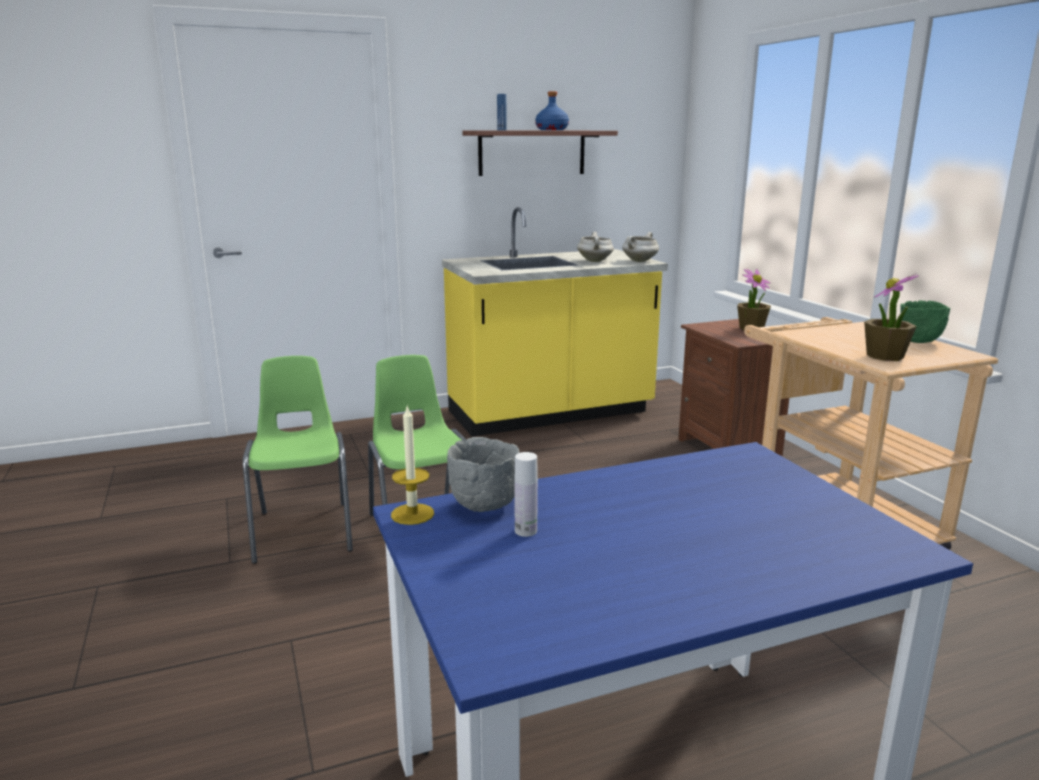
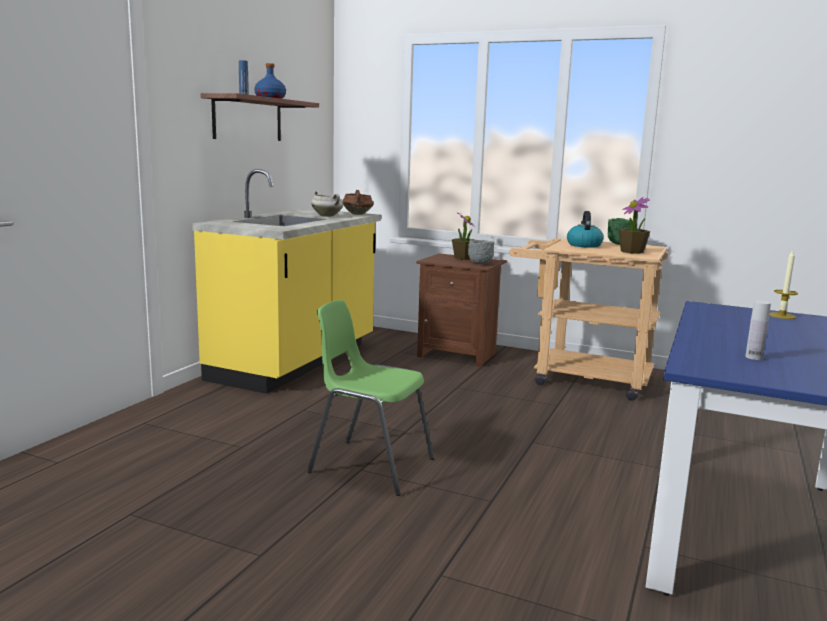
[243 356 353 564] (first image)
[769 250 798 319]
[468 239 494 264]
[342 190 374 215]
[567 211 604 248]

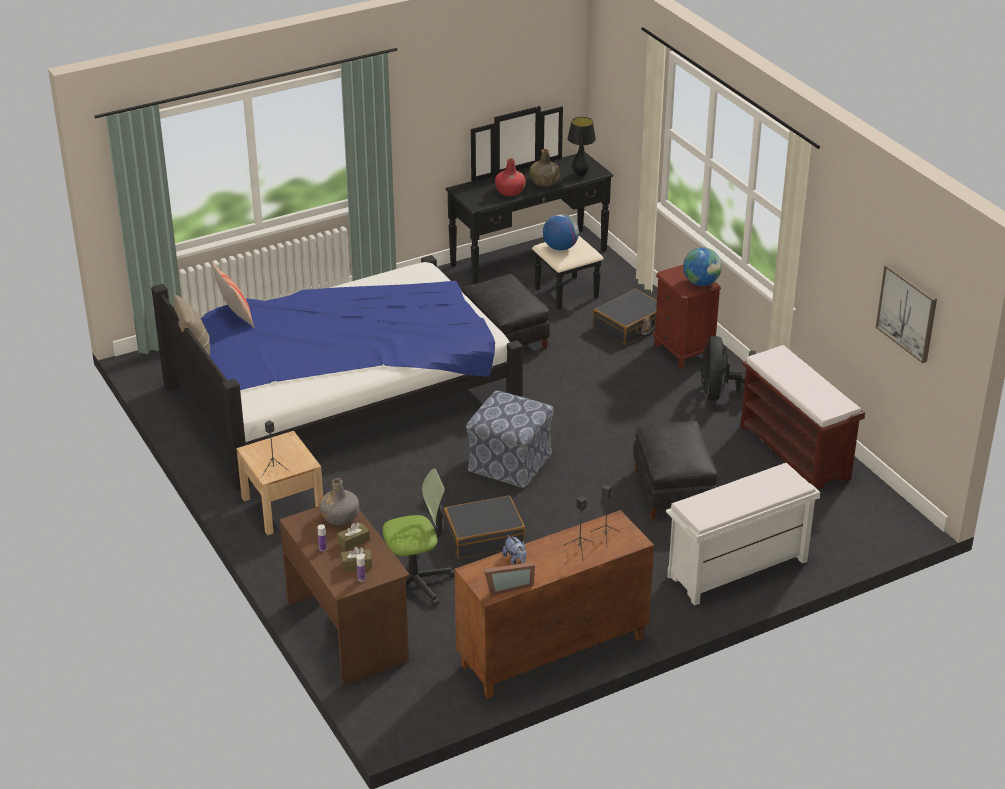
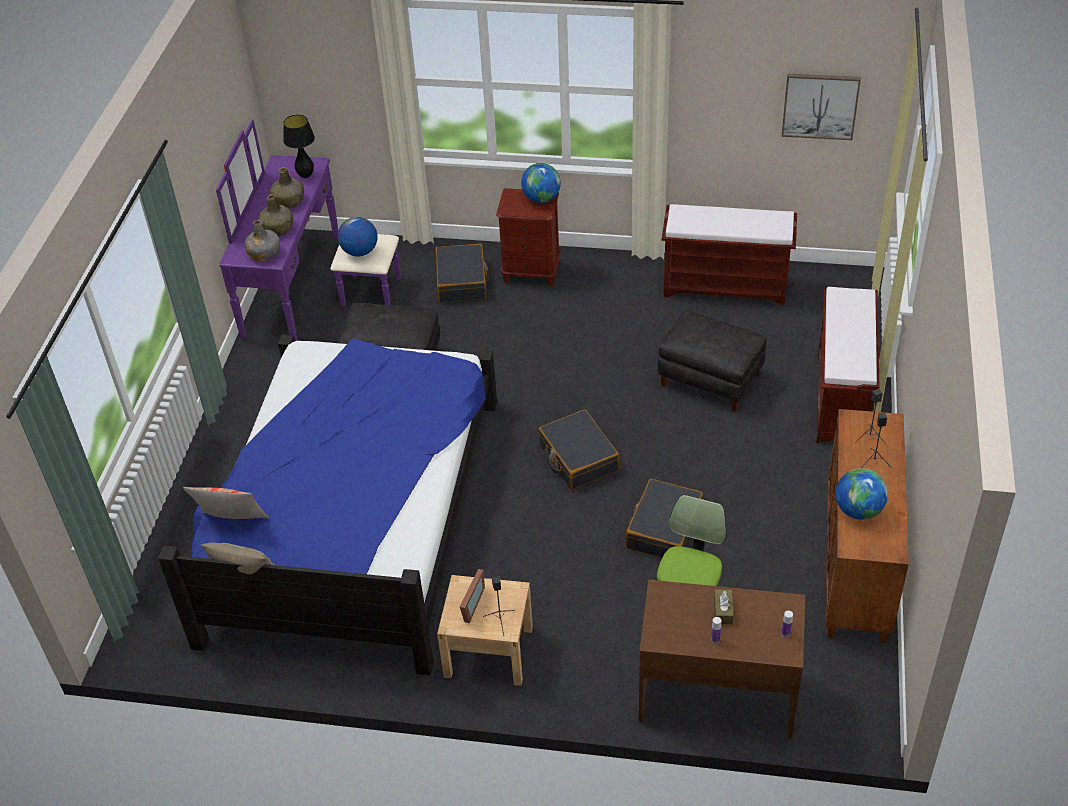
[244 220 280 261]
[341 547 372 572] (first image)
[216 120 401 341]
[538 409 619 490]
[460 569 485 623]
[258 194 293 236]
[835 468 888 520]
[816 287 879 444]
[700 336 756 401] (first image)

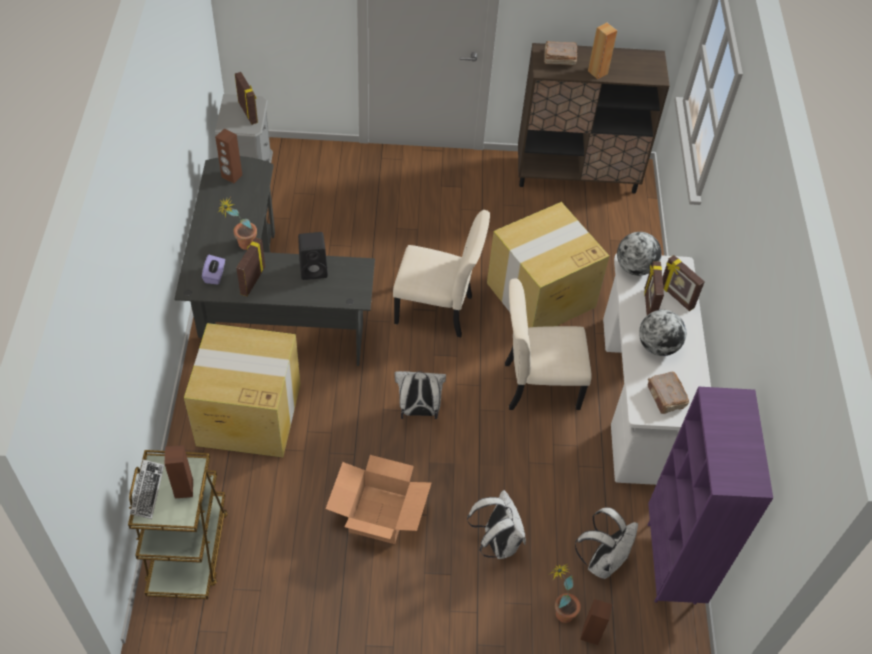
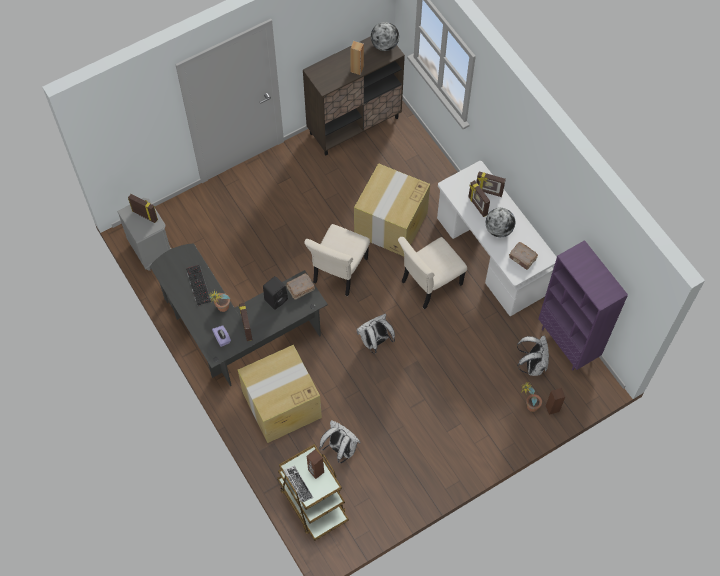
[215 129 242 183] (first image)
[326 455 432 544] (first image)
[304 224 370 296]
[319 420 361 463]
[286 273 315 299]
[371 22 399 51]
[186 265 211 305]

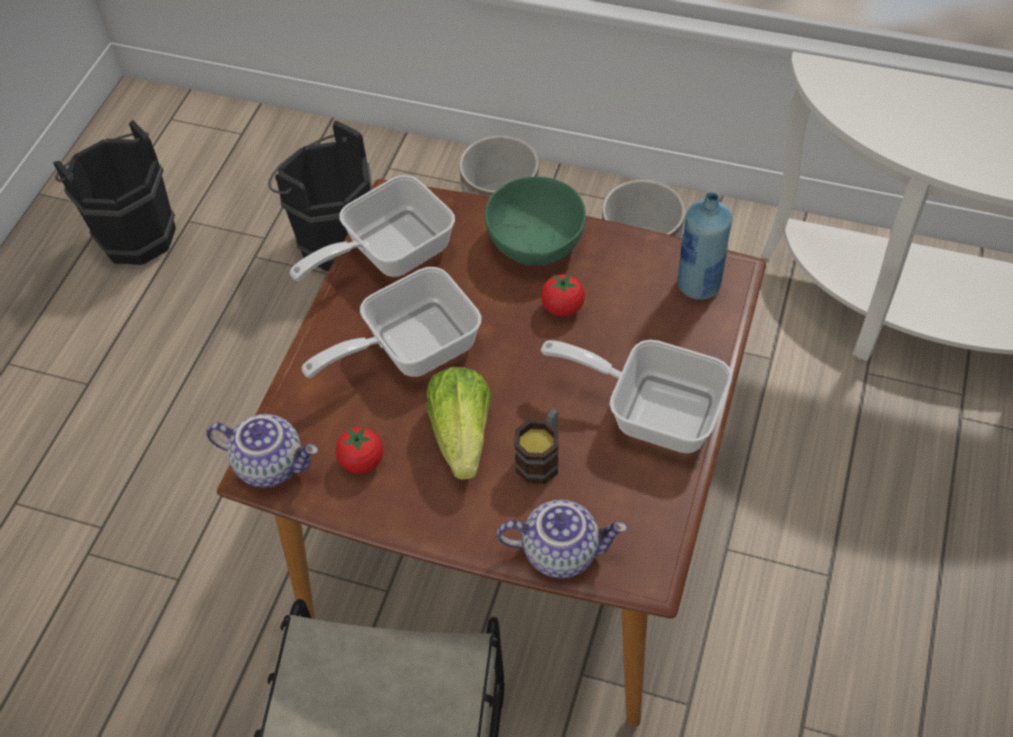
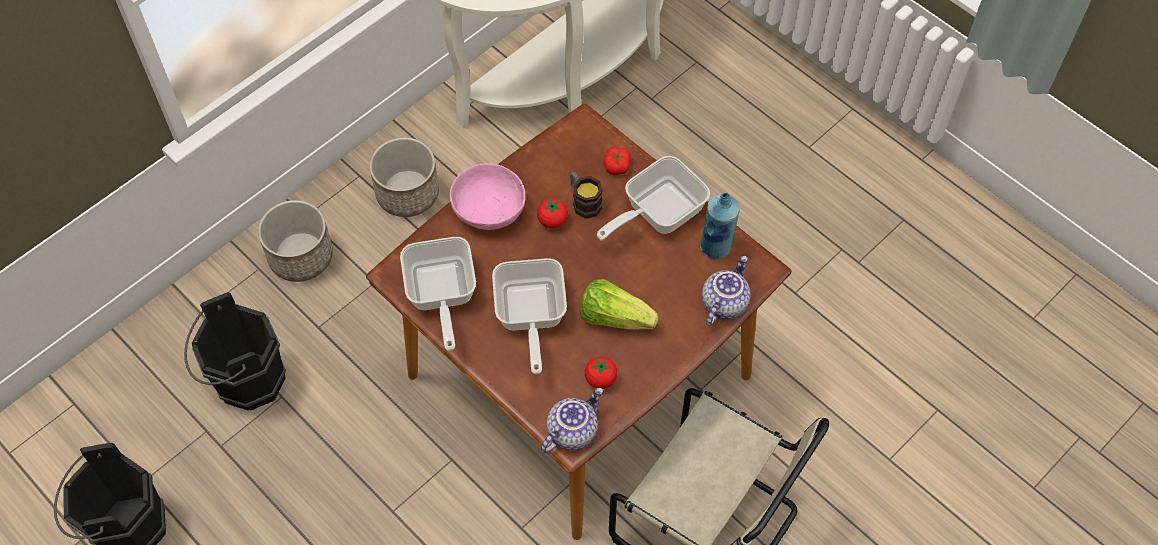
[449 163 526 230]
[570 172 603 219]
[700 193 740 259]
[603 146 631 175]

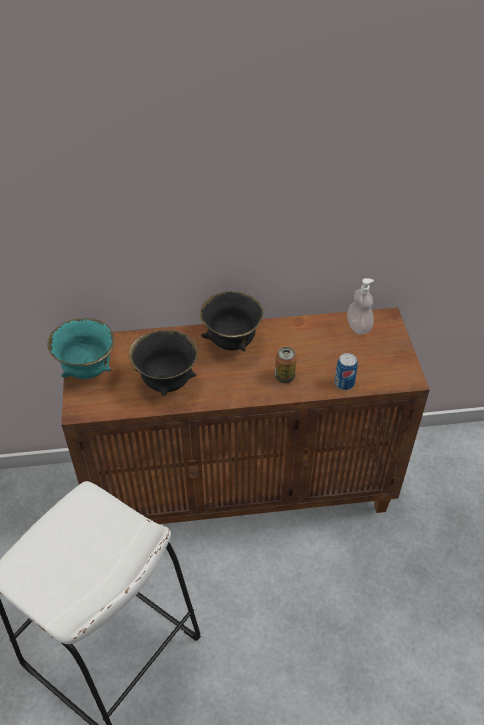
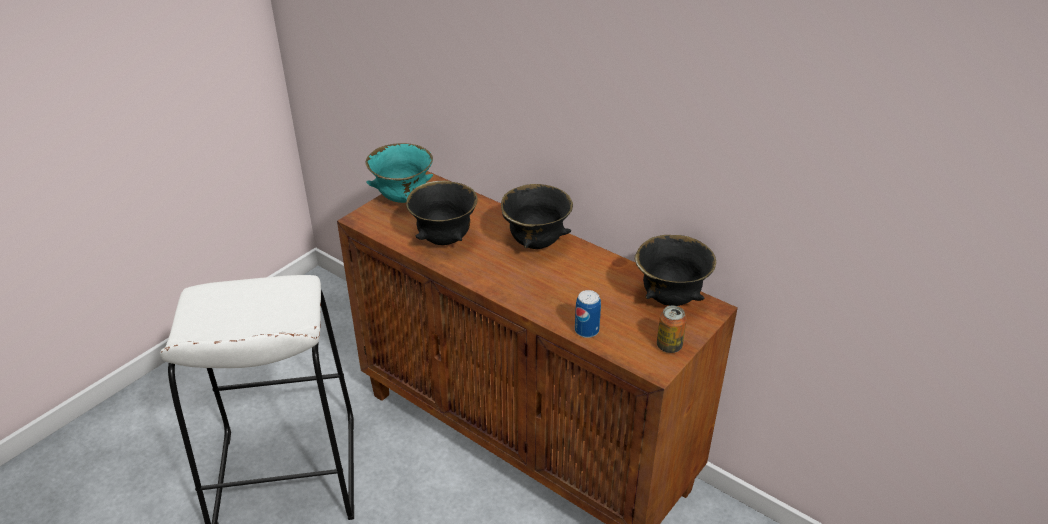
[657 306 687 353]
[635 235 716 306]

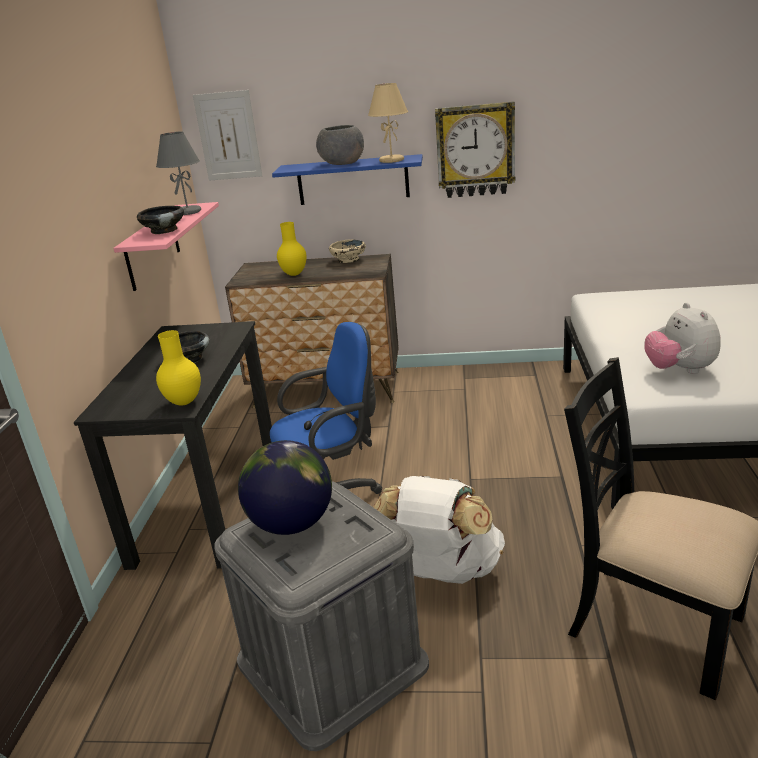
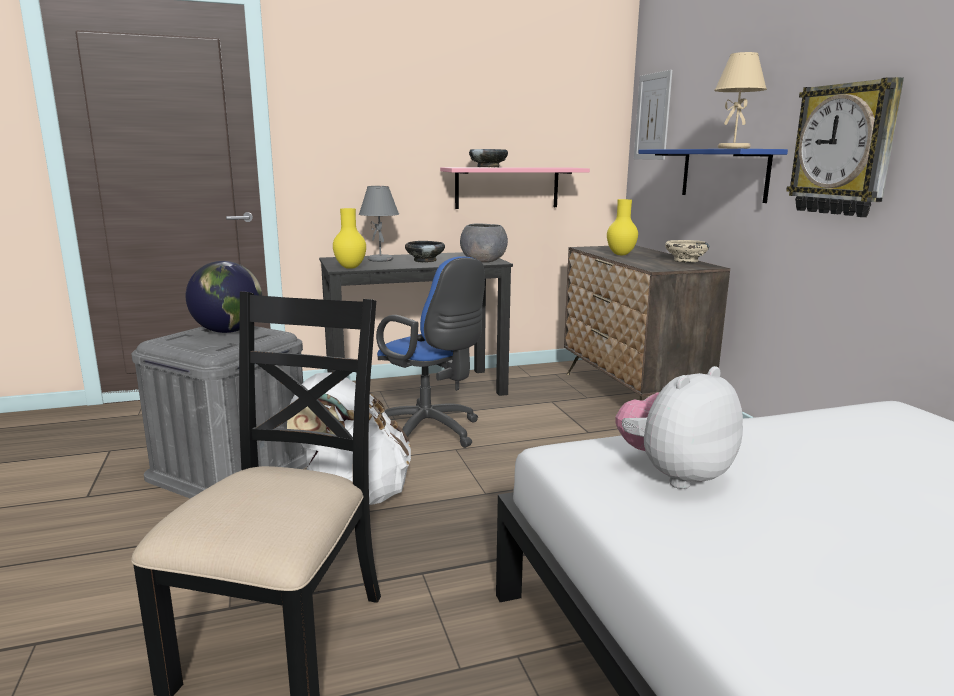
[359 186 399 262]
[460 223 508 263]

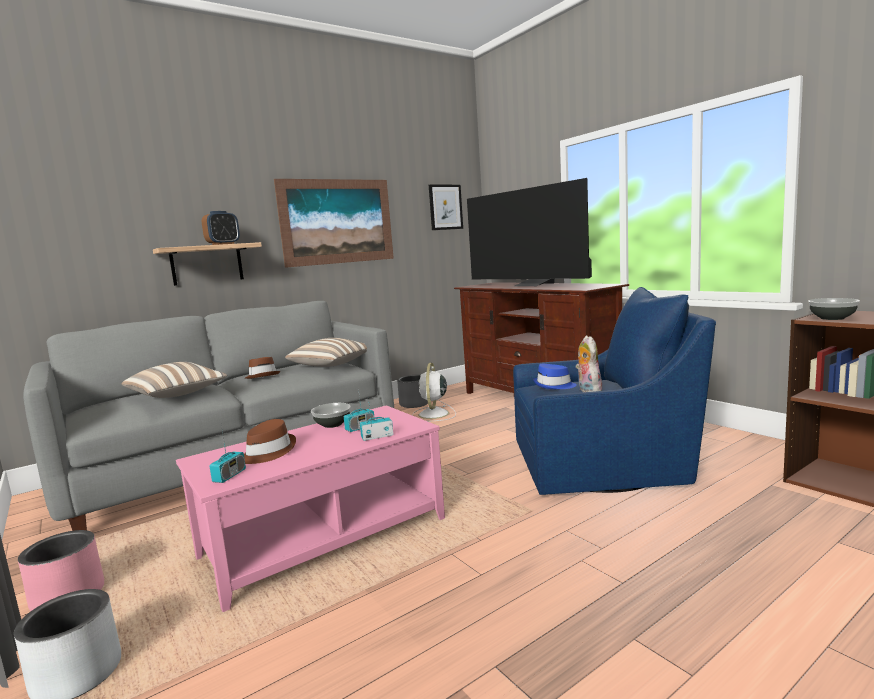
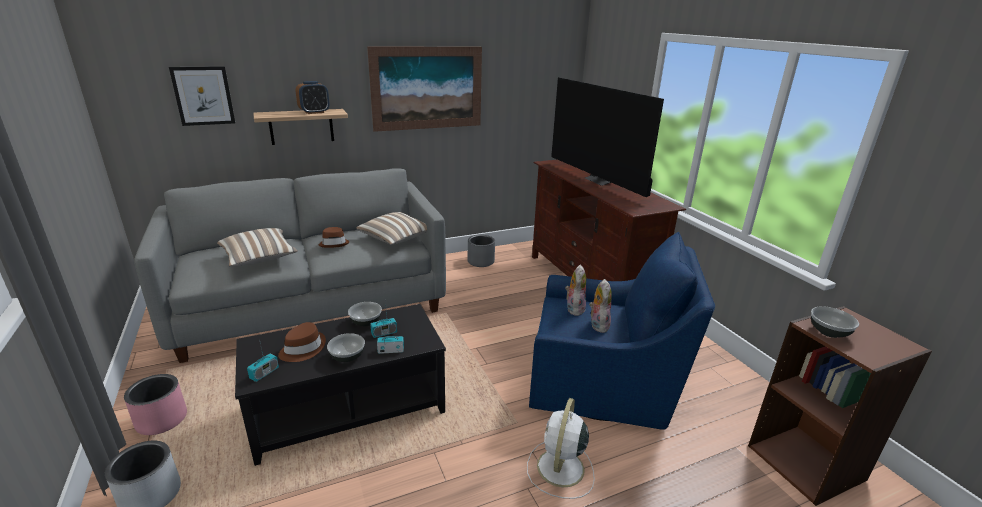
[235 304 446 466]
[527 398 595 499]
[169 66 235 126]
[565 265 586 316]
[327 333 365 362]

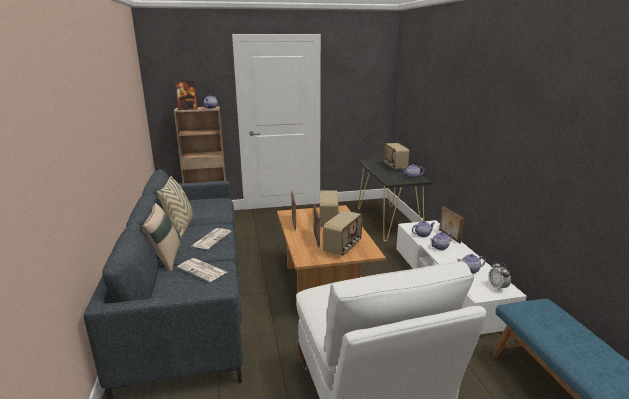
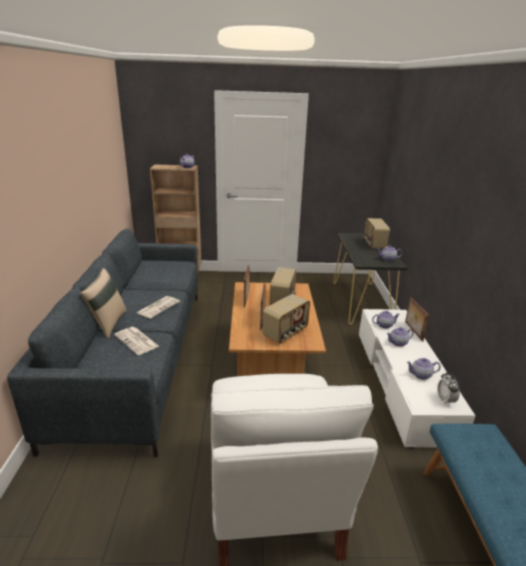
[157 176 193 238] (first image)
[175 81 198 110] (first image)

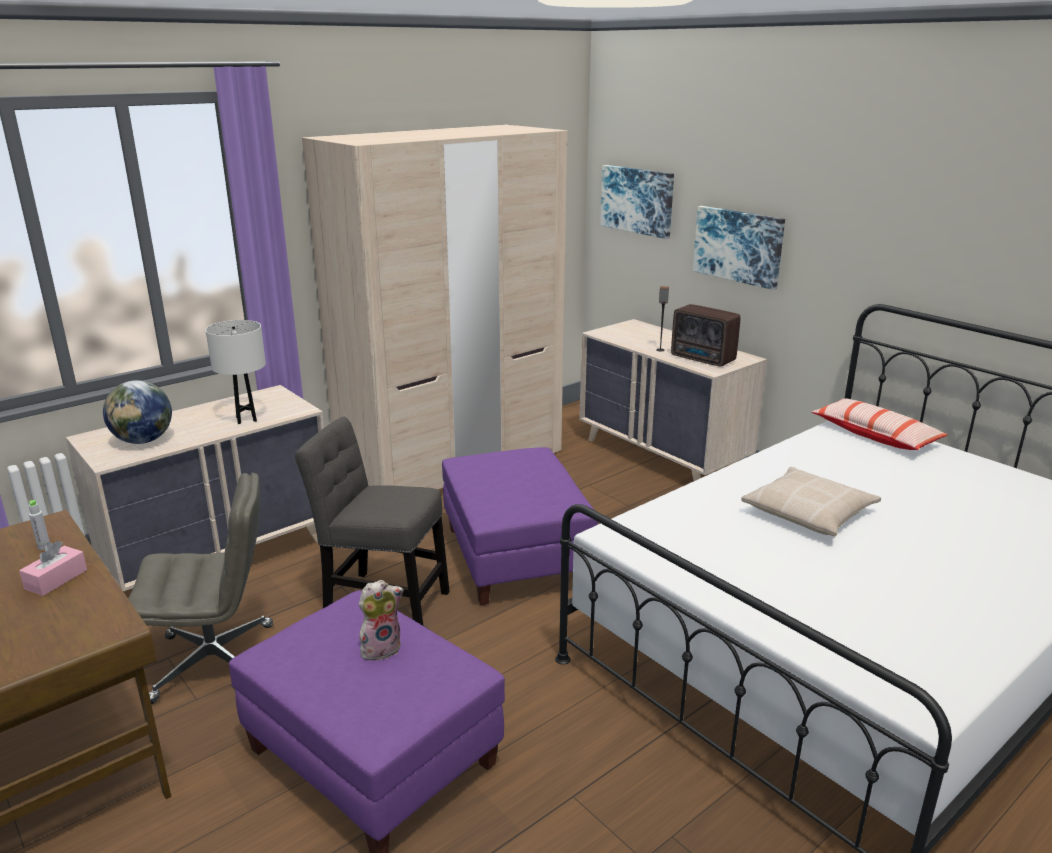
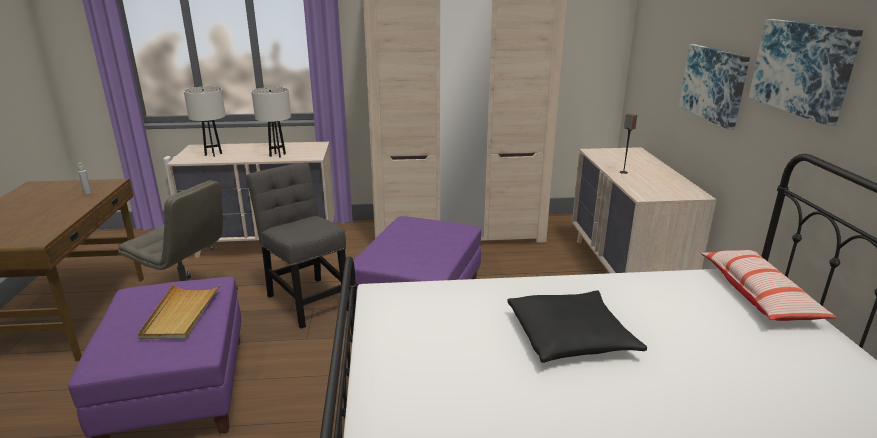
[19 541 87 596] (first image)
[184 86 226 157]
[138 283 221 339]
[749 19 863 126]
[671 304 740 367] (first image)
[507 291 647 363]

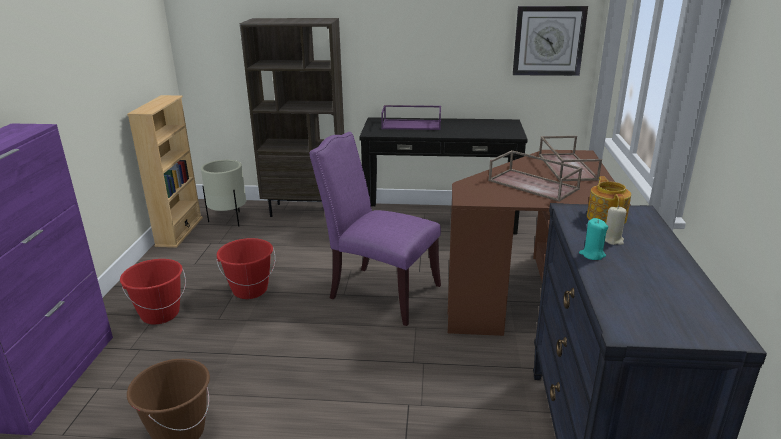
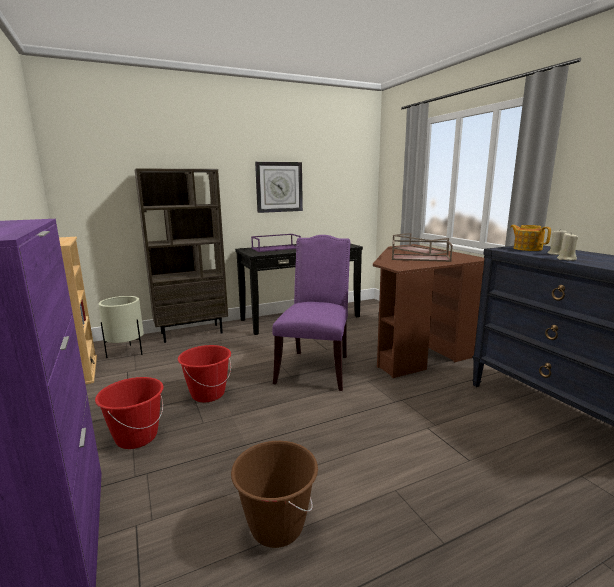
[272 235 350 391]
[255 162 303 213]
[557 233 578 261]

